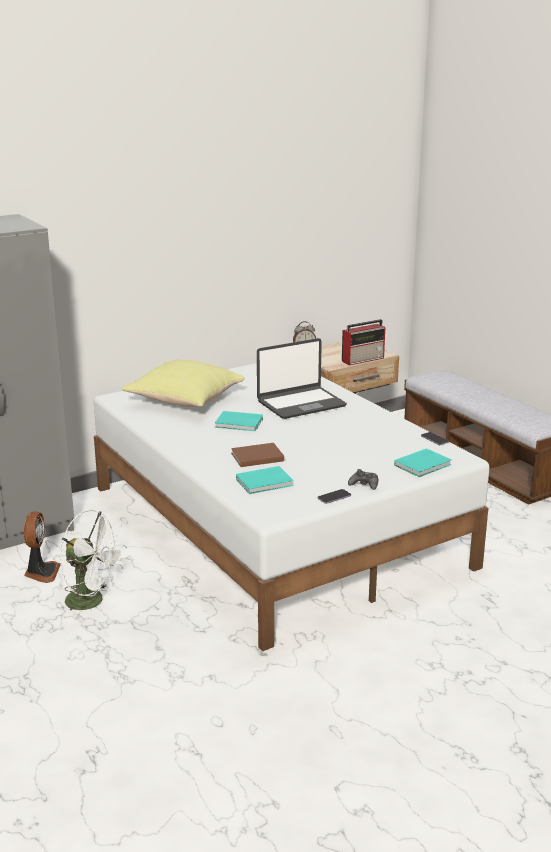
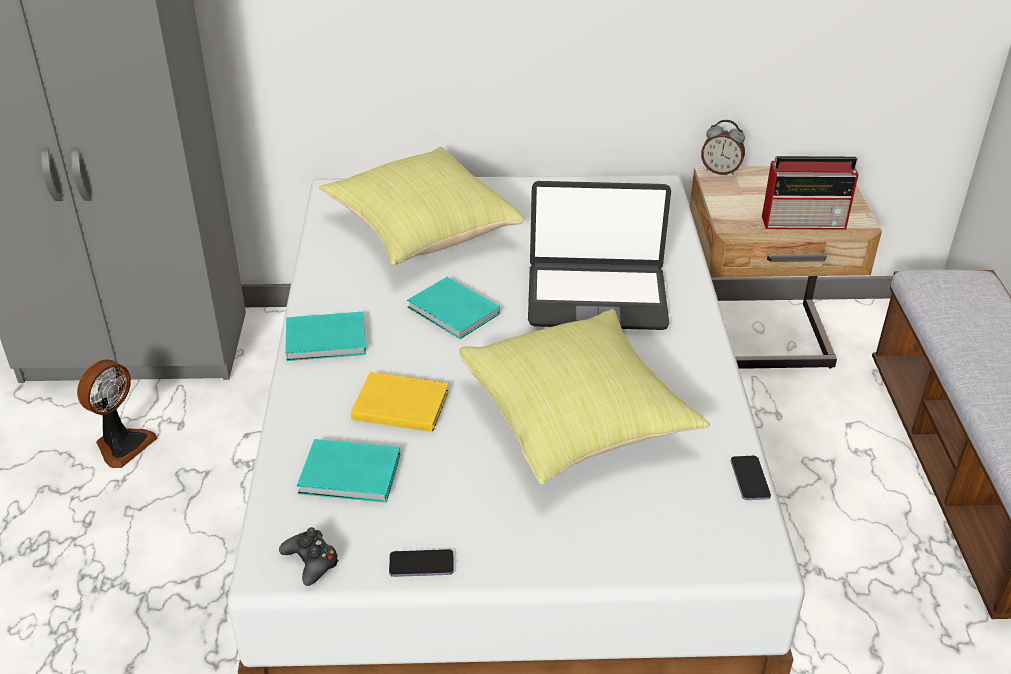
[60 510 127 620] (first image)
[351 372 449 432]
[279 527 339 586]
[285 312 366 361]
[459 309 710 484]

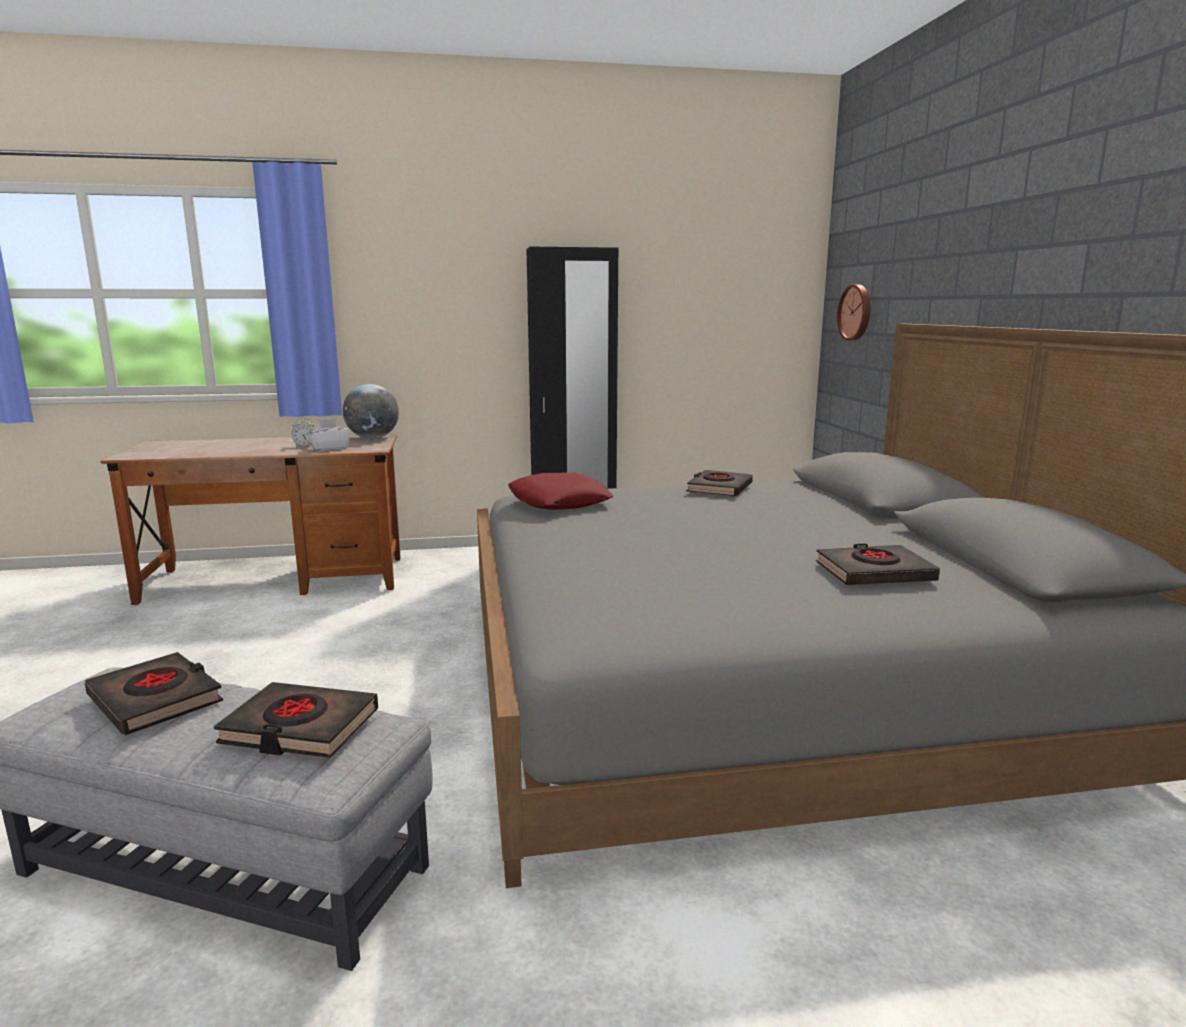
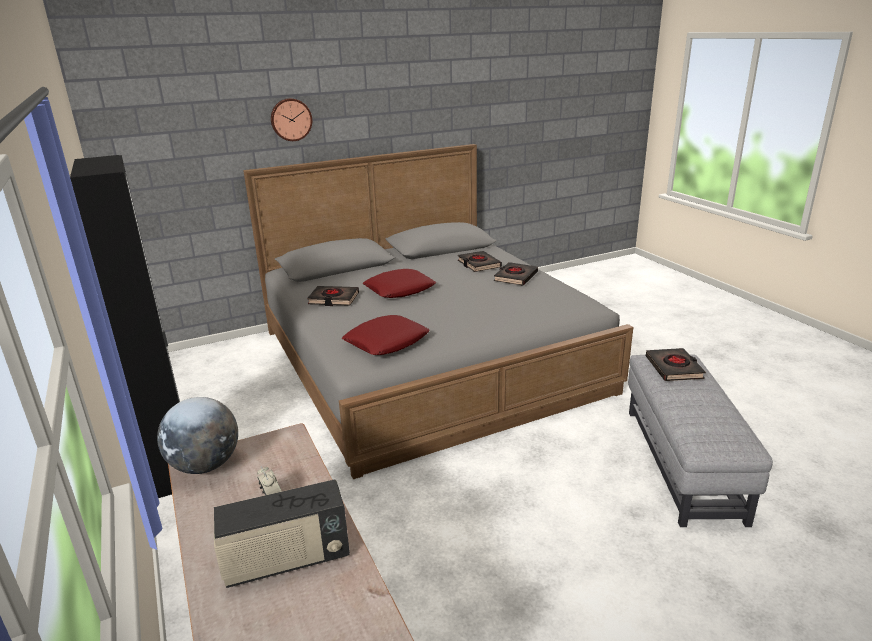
[494 262 538 285]
[308 419 350 451] (first image)
[271 98 312 141]
[214 480 350 588]
[363 269 436 298]

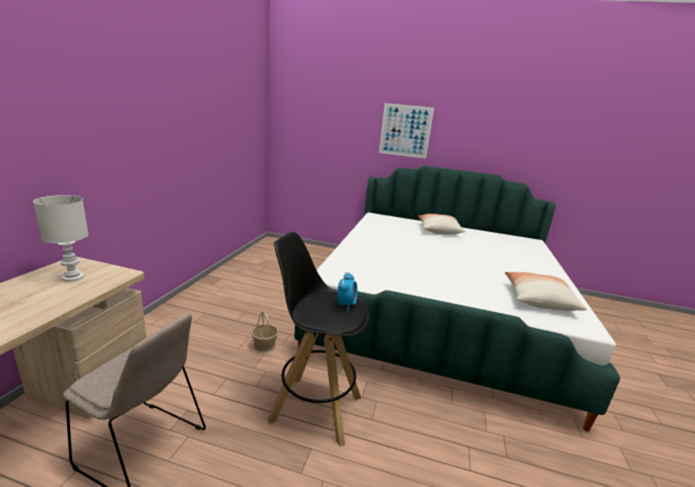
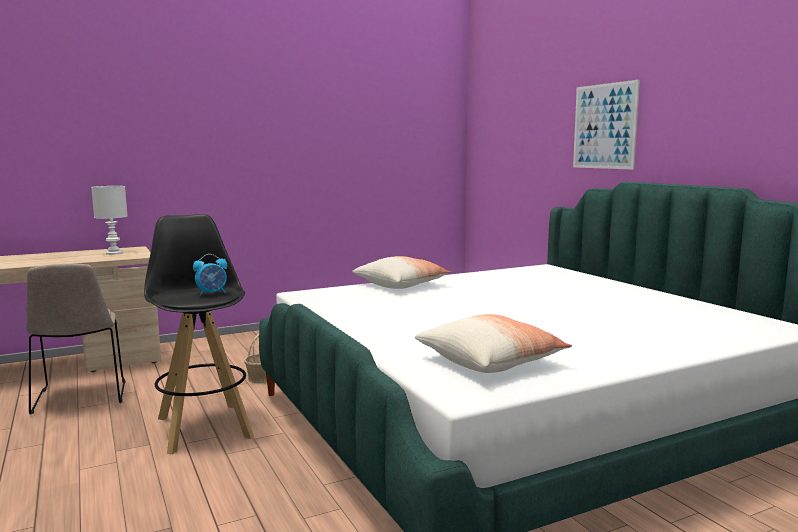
[352 256 451 289]

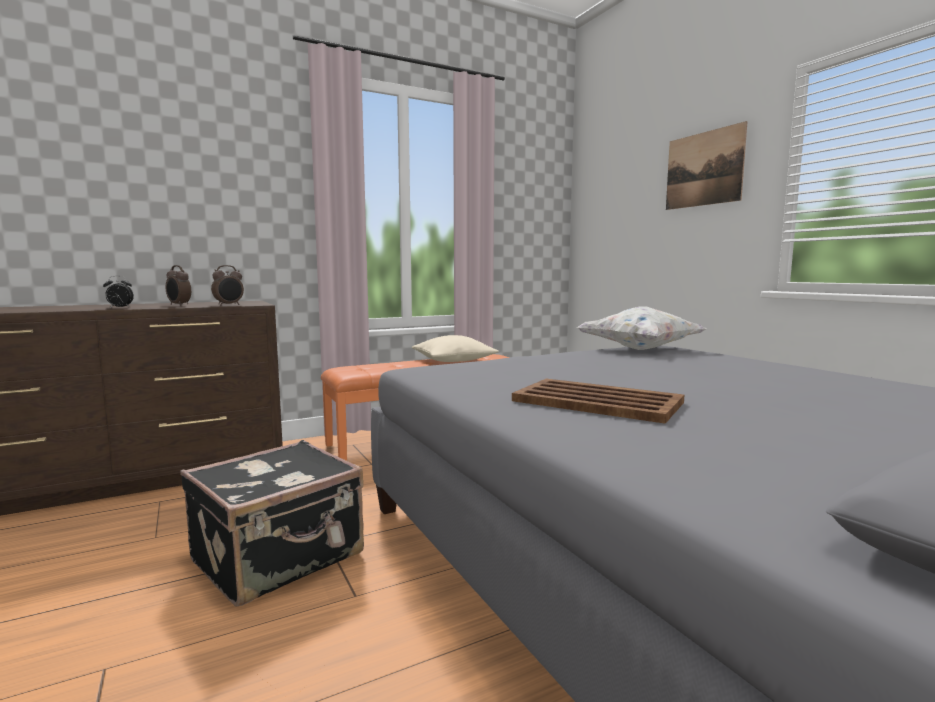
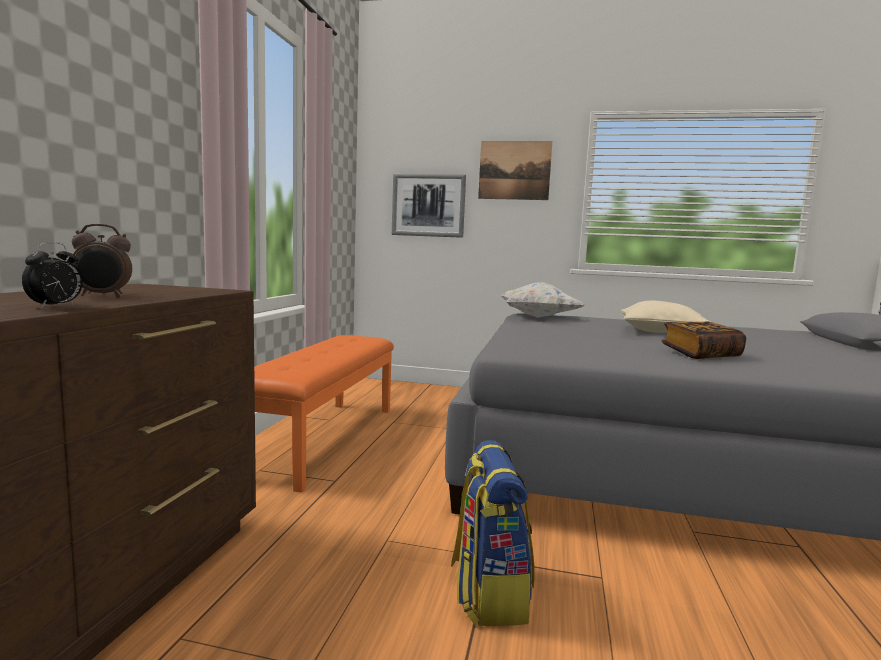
[451 440 534 626]
[211 265 244 305] (first image)
[621 301 711 333]
[661 321 746 359]
[392 174 466 238]

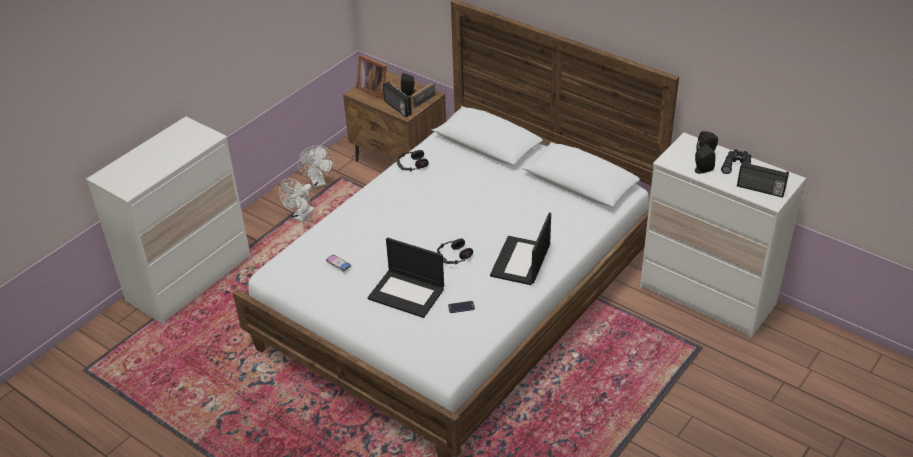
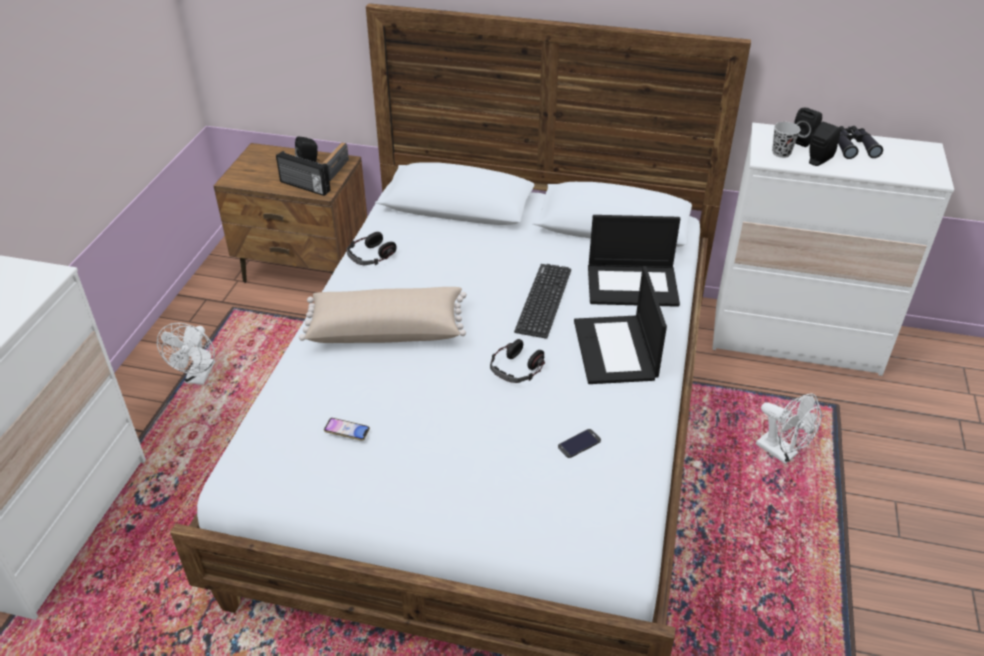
[756 393 822 464]
[356 55 387 99] (first image)
[588 215 680 307]
[737 161 789 198] (first image)
[299 287 467 343]
[514 264 571 339]
[772 122 801 158]

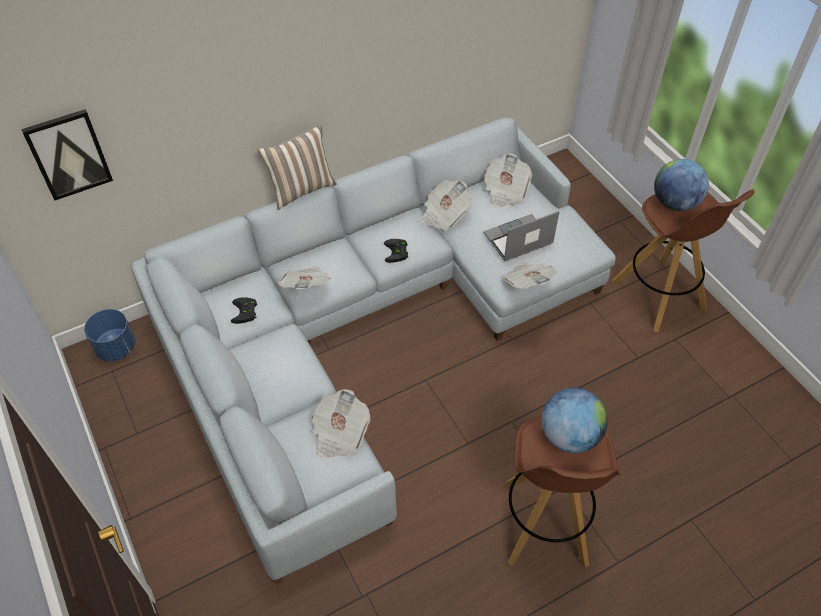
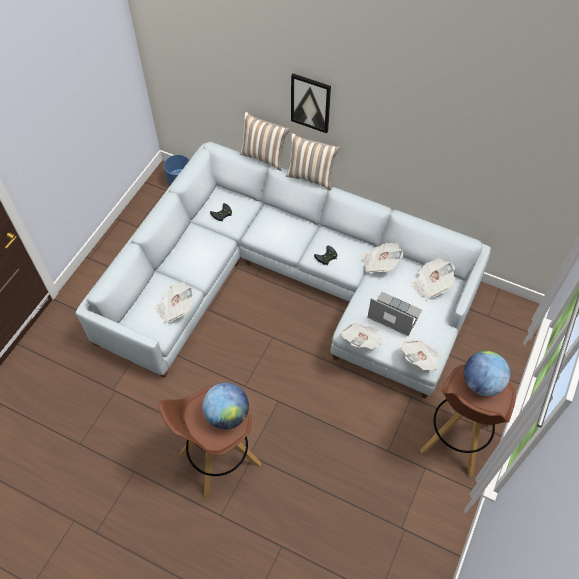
[291 73 331 133]
[401 340 442 370]
[240 112 289 171]

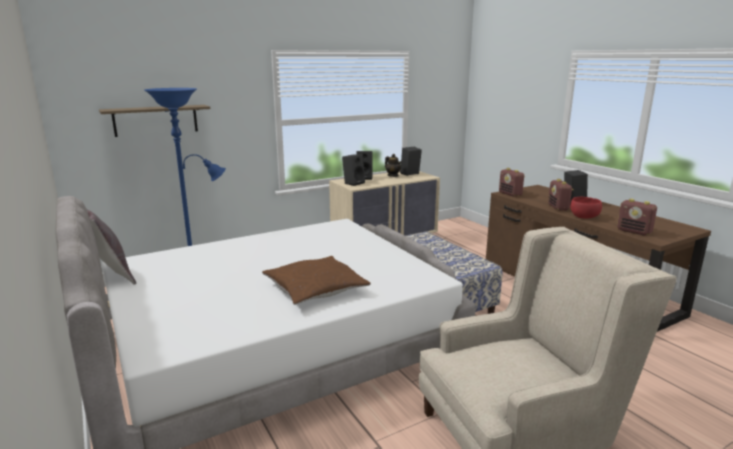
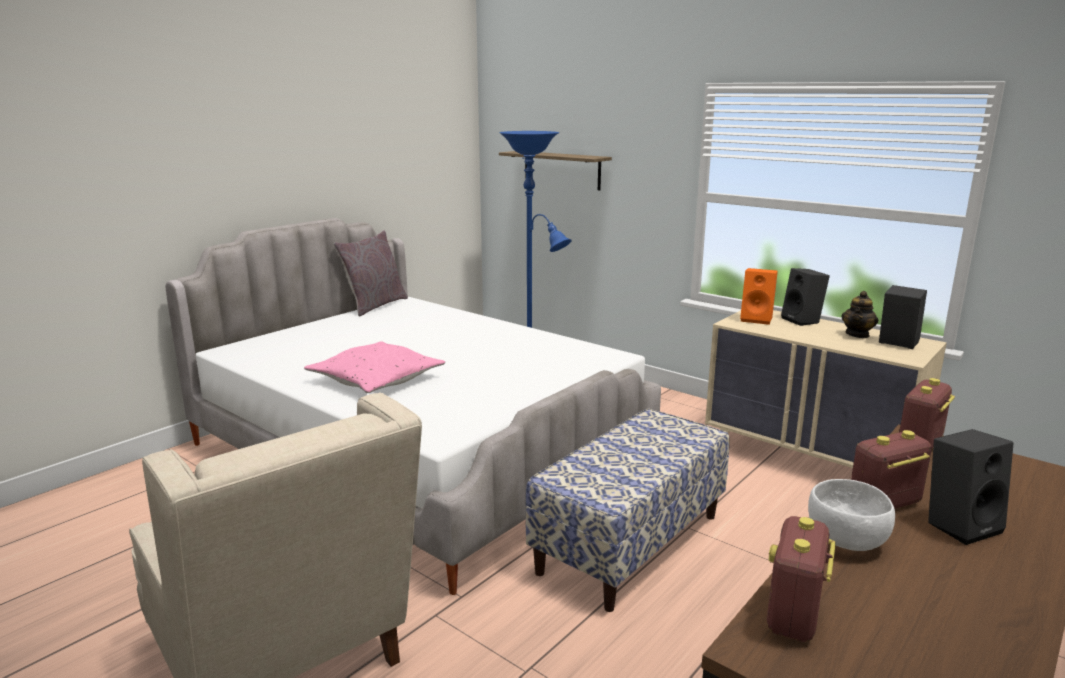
[304 341 445 393]
[740 268 778 325]
[808 479 895 551]

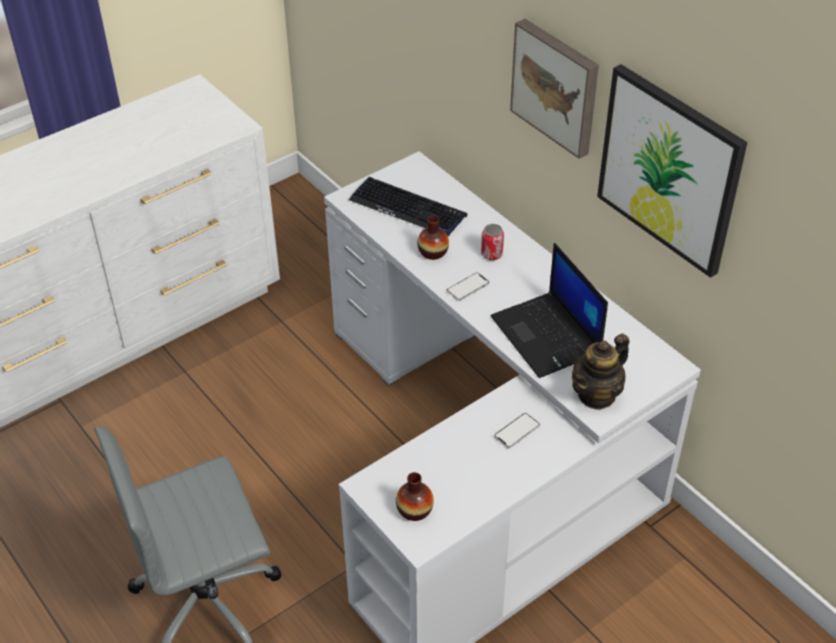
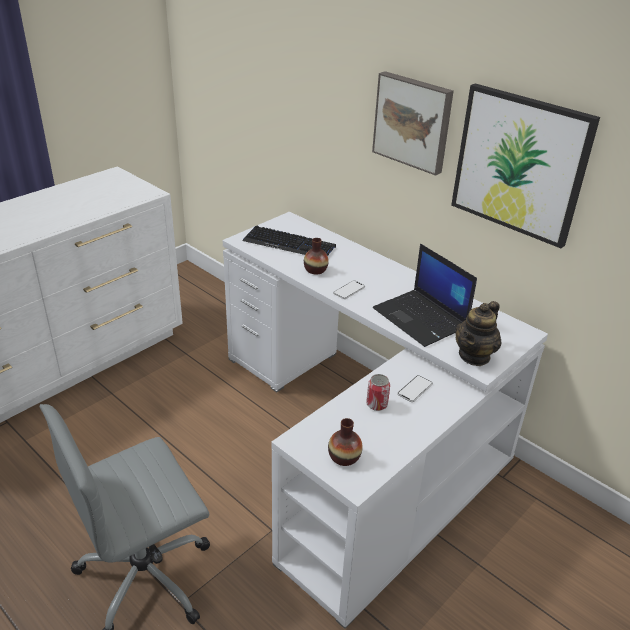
[366 374 390 411]

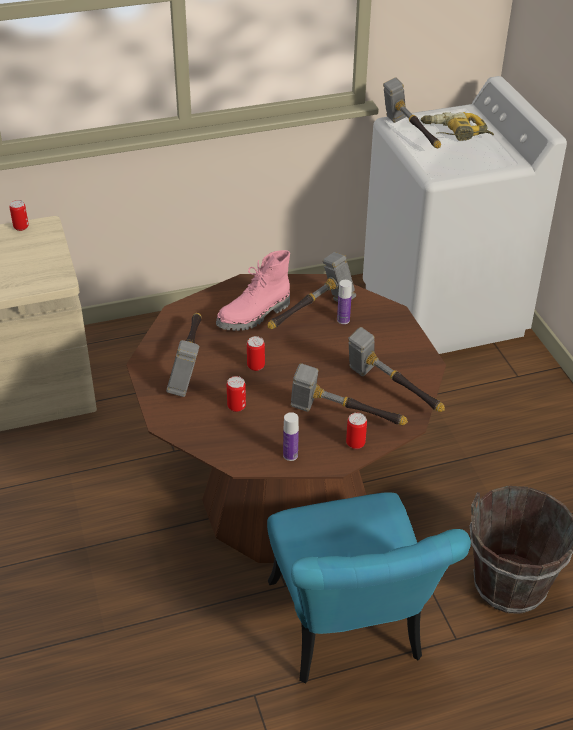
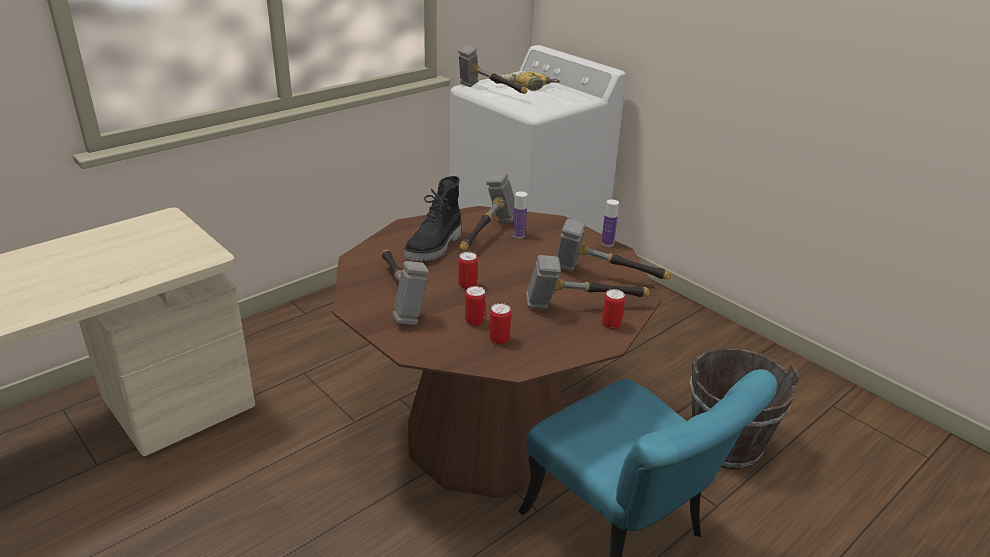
[489 303 511 344]
[404 176 461 261]
[601 199 619 247]

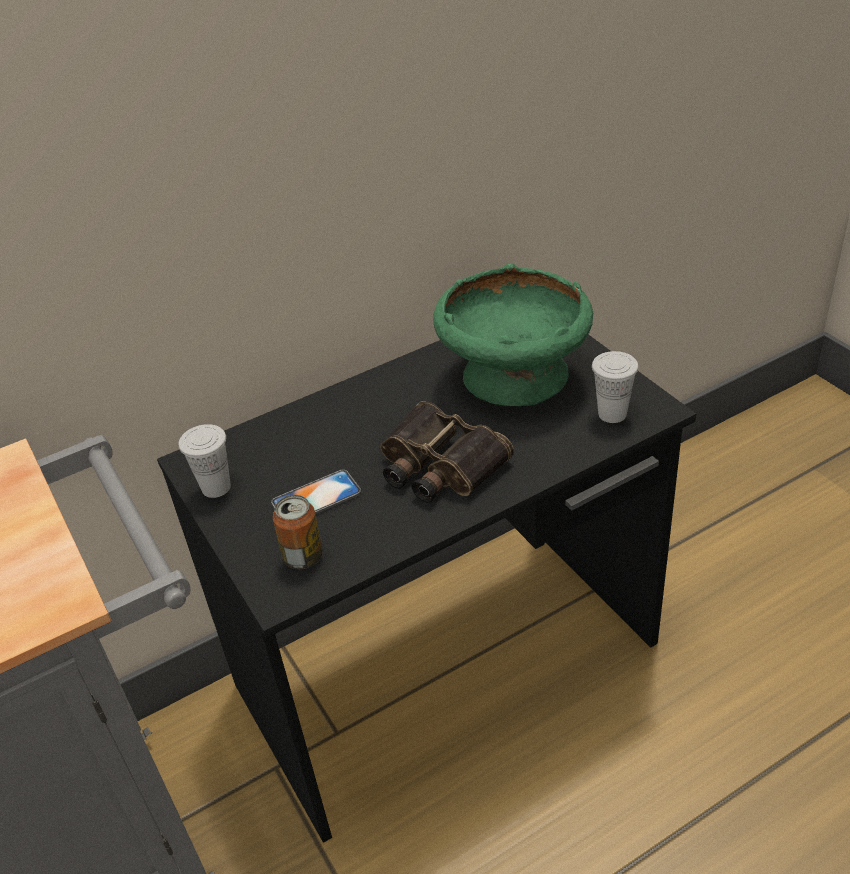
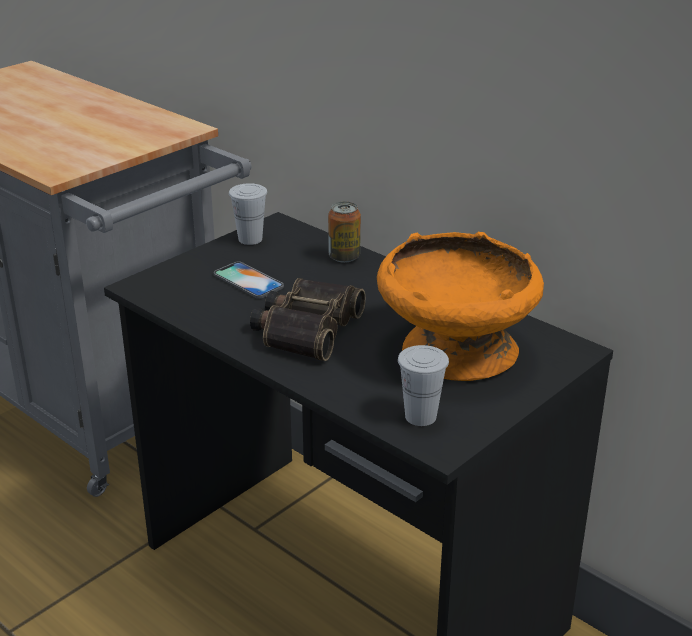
[328 201 361 263]
[377 232 544 381]

